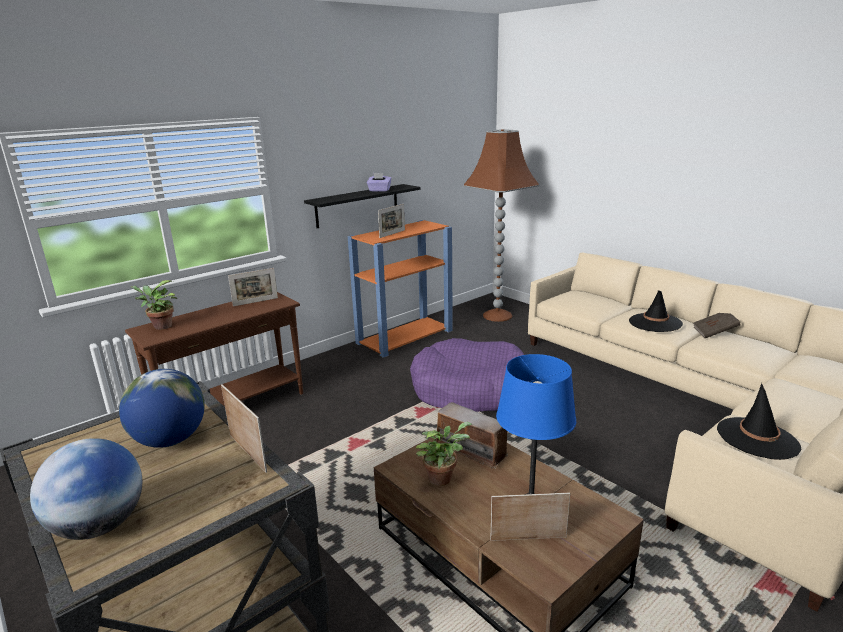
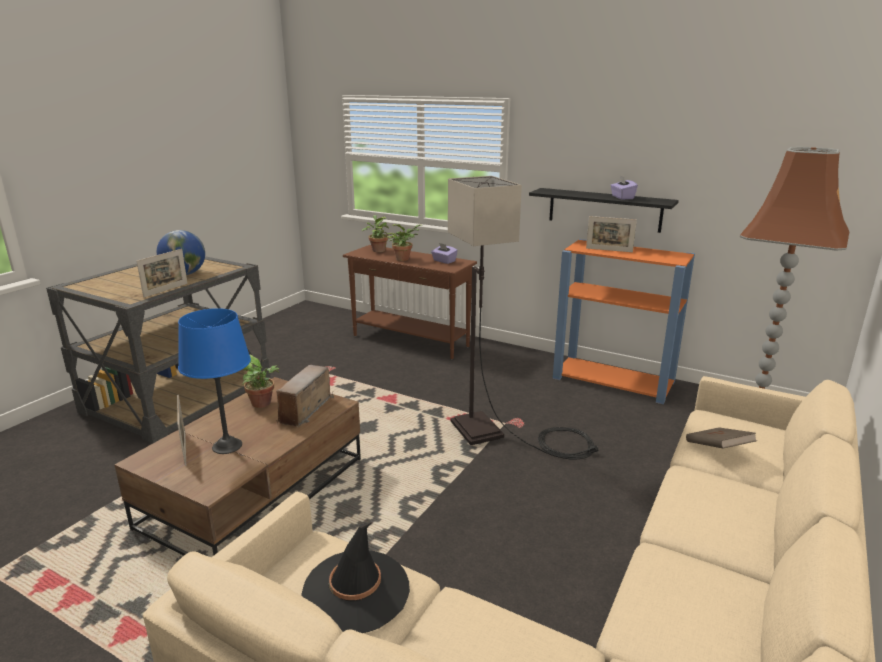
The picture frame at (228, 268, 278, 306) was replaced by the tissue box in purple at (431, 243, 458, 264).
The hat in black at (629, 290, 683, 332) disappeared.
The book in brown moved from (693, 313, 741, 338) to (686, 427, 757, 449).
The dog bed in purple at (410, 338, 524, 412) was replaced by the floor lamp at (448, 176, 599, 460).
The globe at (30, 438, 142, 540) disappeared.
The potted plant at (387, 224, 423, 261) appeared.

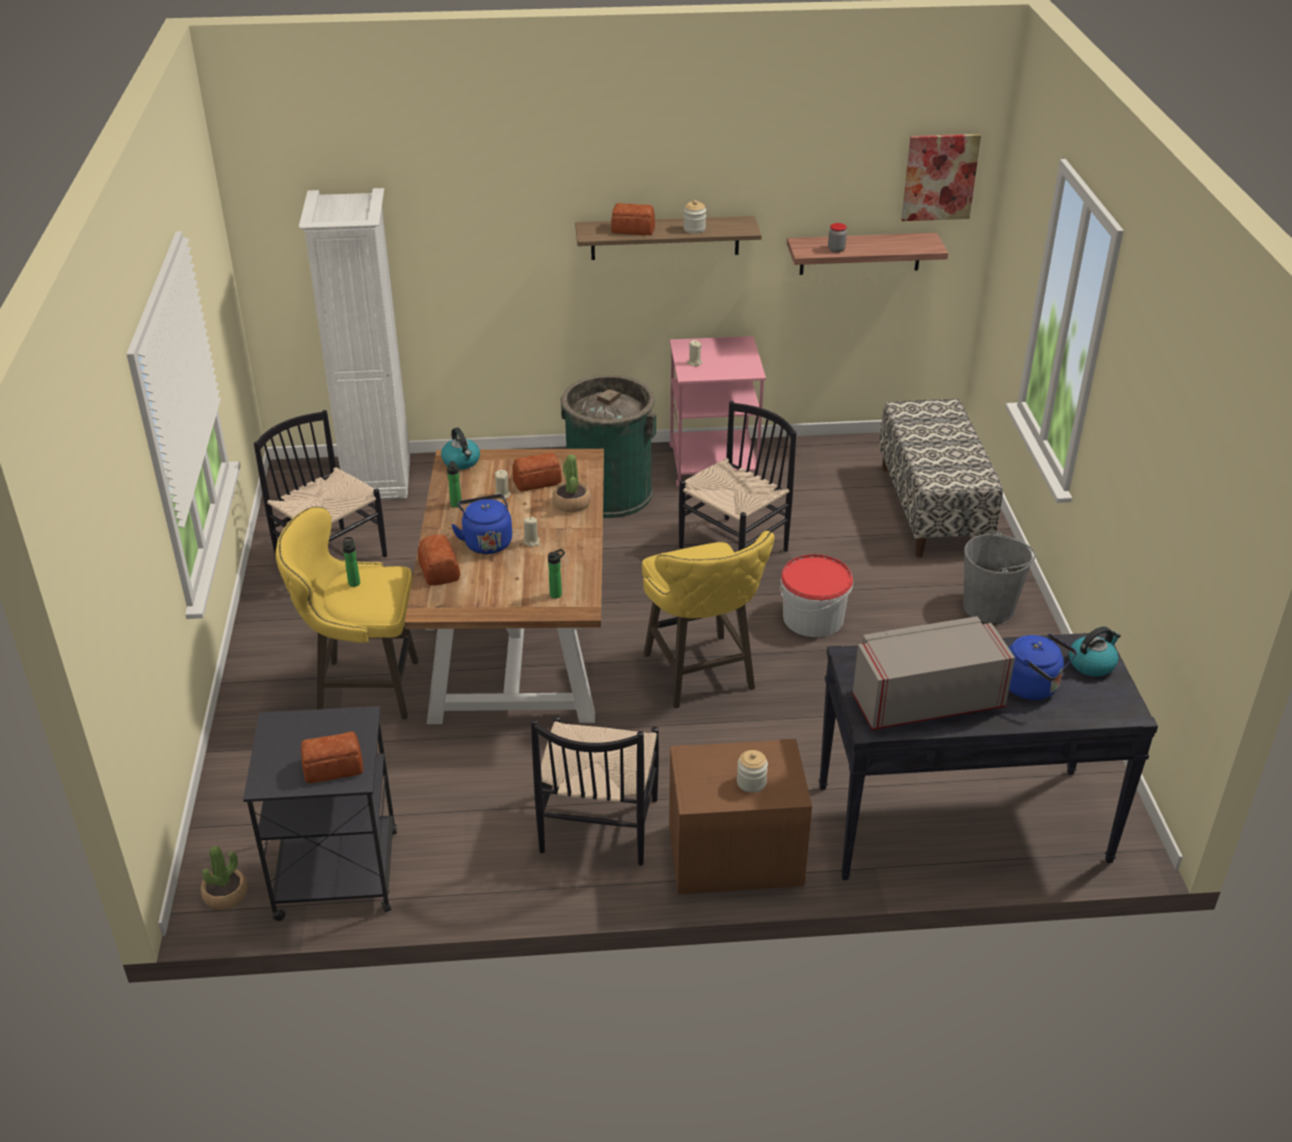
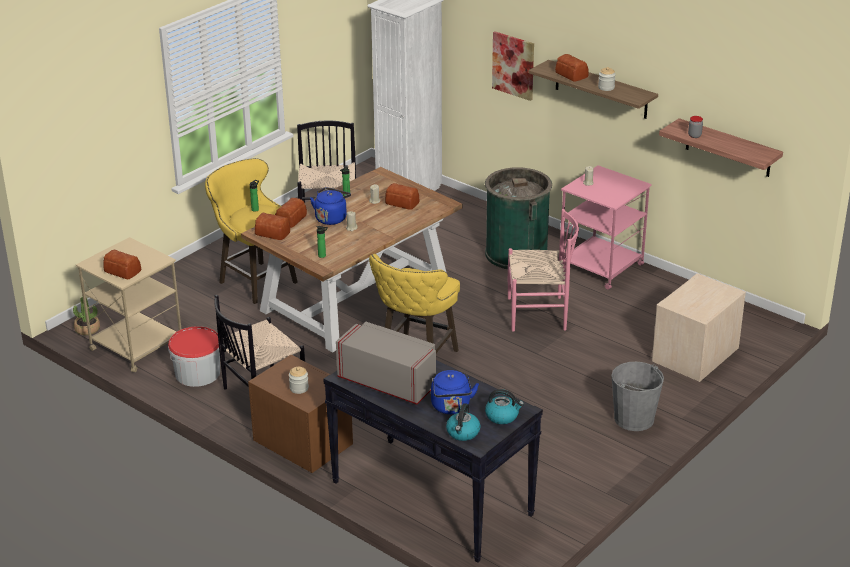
The picture moved from (901, 134, 981, 221) to (492, 31, 534, 101).
The bench at (879, 399, 1003, 558) was replaced by the nightstand in beige at (652, 273, 746, 382).
The chair in black at (679, 401, 797, 552) became the chair in pink at (508, 209, 579, 332).
The kettle moved from (441, 427, 480, 470) to (446, 403, 481, 441).
The potted plant at (552, 454, 591, 512) disappeared.
The bucket moved from (780, 554, 853, 637) to (168, 326, 220, 387).
The cart in black at (243, 706, 397, 921) became the cart in beige at (76, 237, 182, 372).
The bread at (255, 213, 290, 240) appeared.

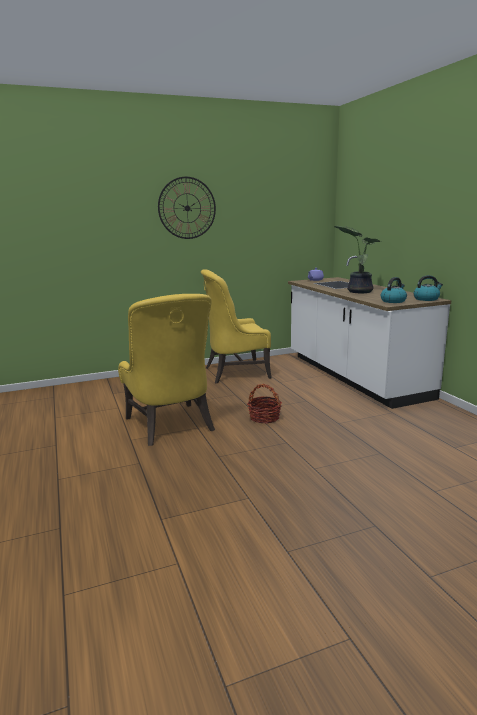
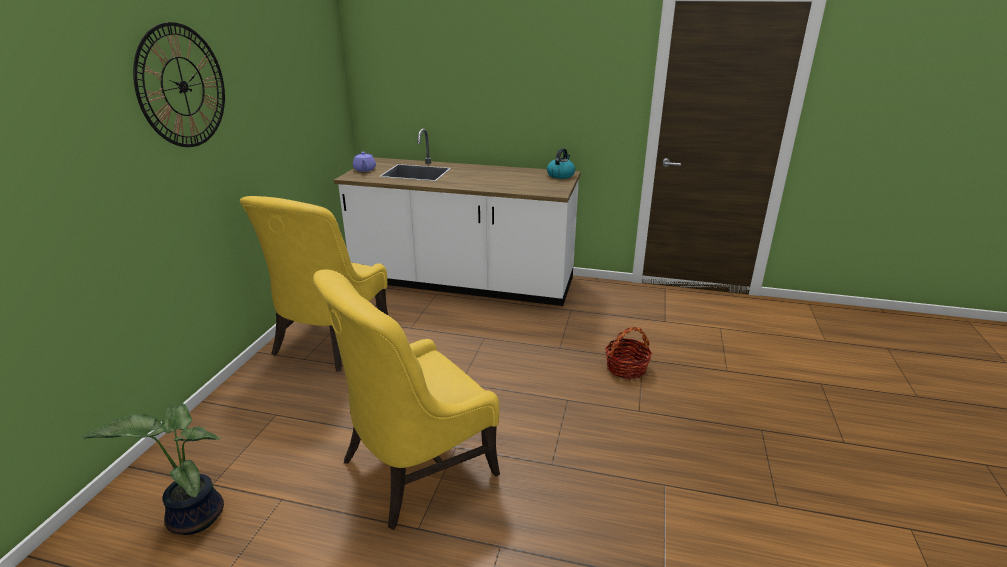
The potted plant moved from (334, 226, 381, 293) to (81, 403, 224, 535).
The kettle at (381, 277, 407, 303) disappeared.
The chair in yellow at (118, 294, 215, 446) turned 135 degrees clockwise.
The basket moved from (247, 384, 282, 424) to (605, 327, 652, 379).

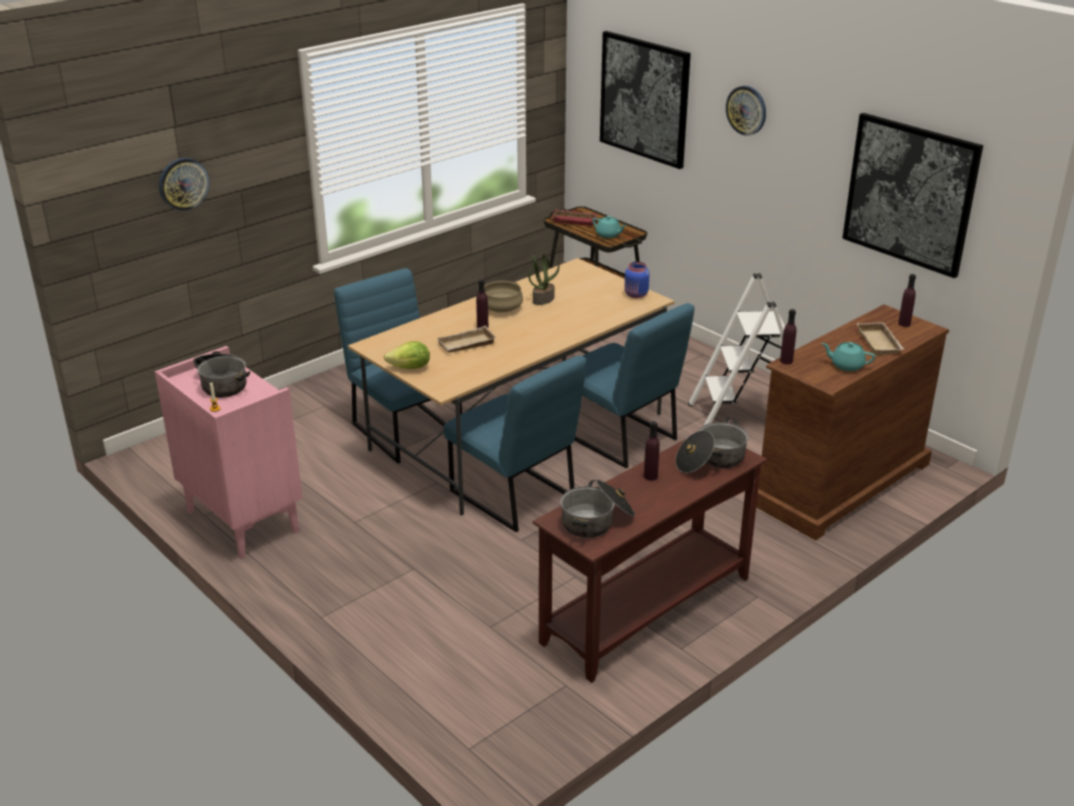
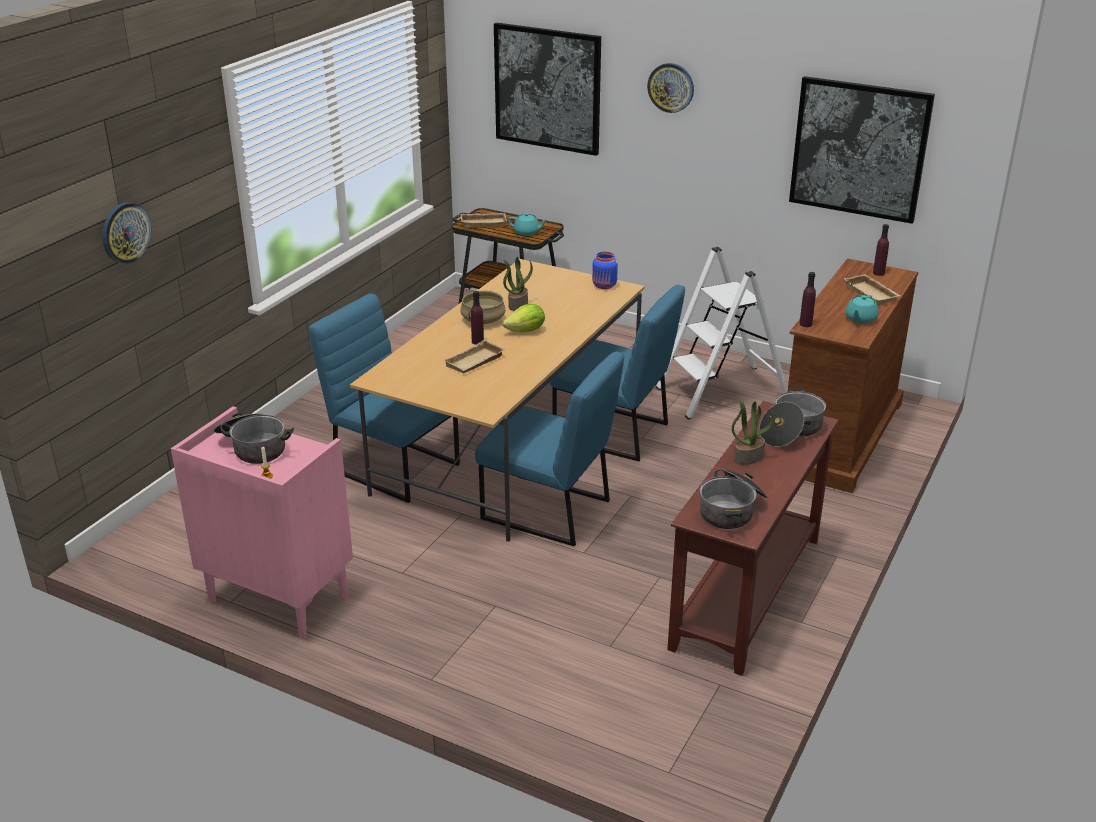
The tray in red at (551, 209, 597, 226) became the tray in beige at (460, 213, 507, 227).
The lettuce moved from (384, 341, 430, 369) to (502, 304, 545, 332).
The teapot in turquoise at (822, 342, 875, 371) turned 60 degrees counterclockwise.
The bottle in purple at (644, 421, 660, 481) was replaced by the potted plant at (732, 400, 774, 465).

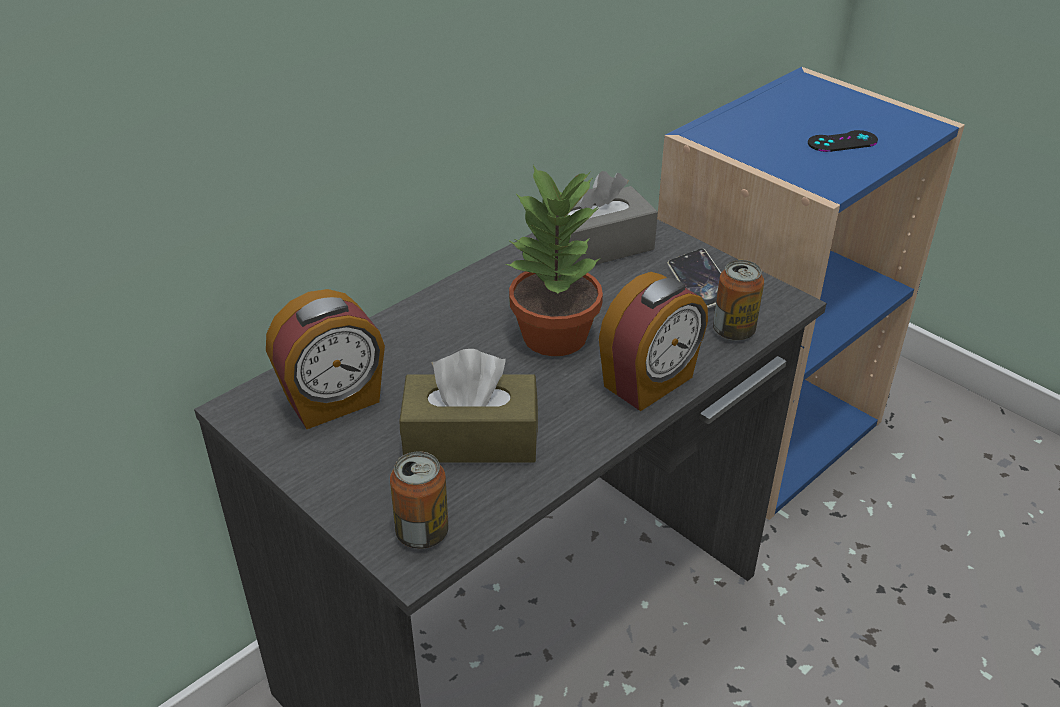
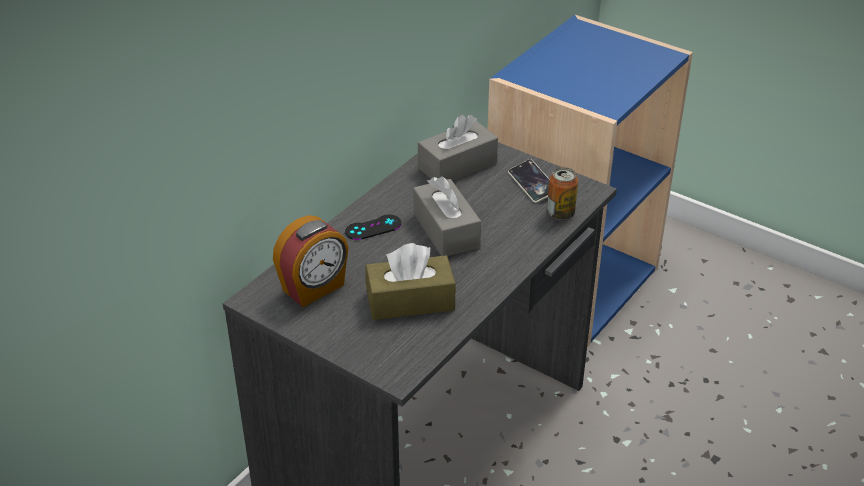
The game controller in black moved from (808, 130, 878, 152) to (345, 215, 401, 240).
The potted plant at (505, 165, 603, 356) was replaced by the tissue box in grey at (413, 177, 481, 256).
The alarm clock at (599, 272, 708, 411) disappeared.
The can at (390, 452, 449, 549) disappeared.

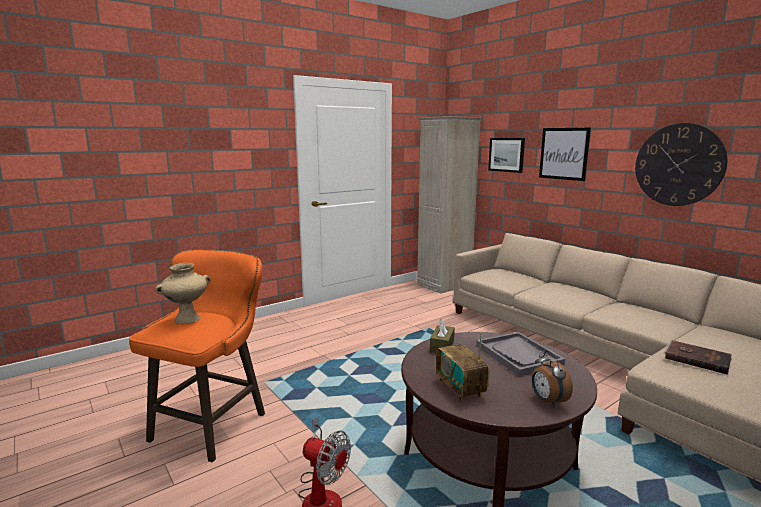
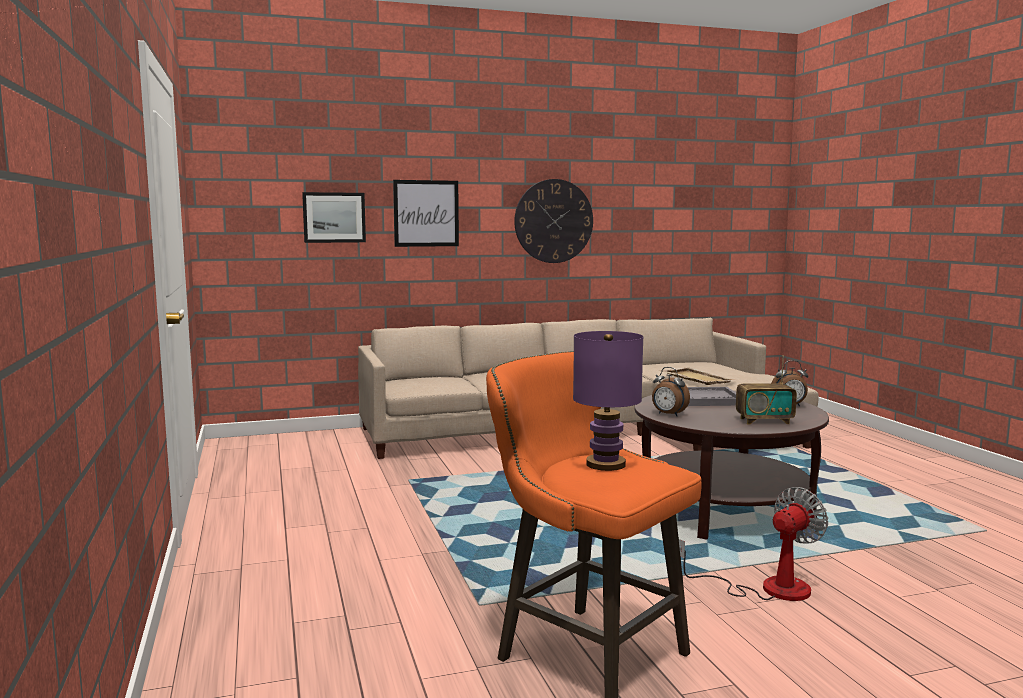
The cabinet in beige at (417, 116, 482, 293) disappeared.
The vase in beige at (155, 263, 211, 324) was replaced by the table lamp in purple at (573, 331, 643, 471).
The tissue box in brown at (430, 319, 455, 353) was replaced by the alarm clock at (652, 367, 690, 416).
The book in brown at (664, 340, 732, 375) was replaced by the tray in beige at (658, 367, 737, 385).

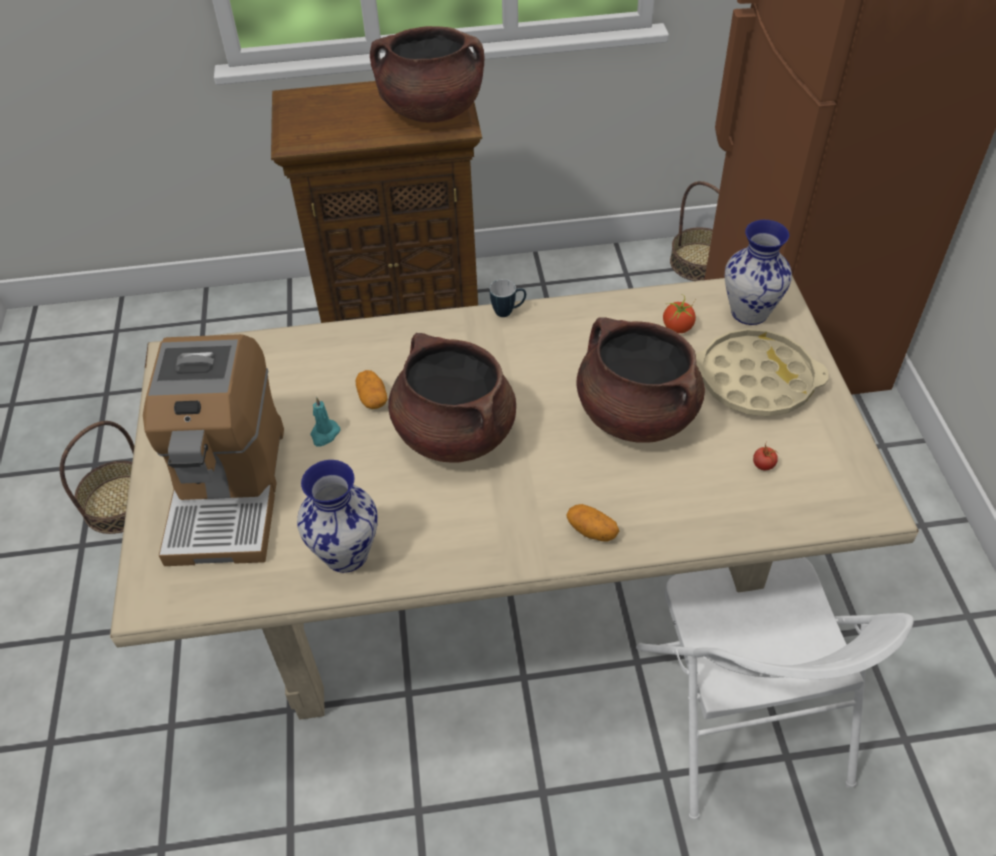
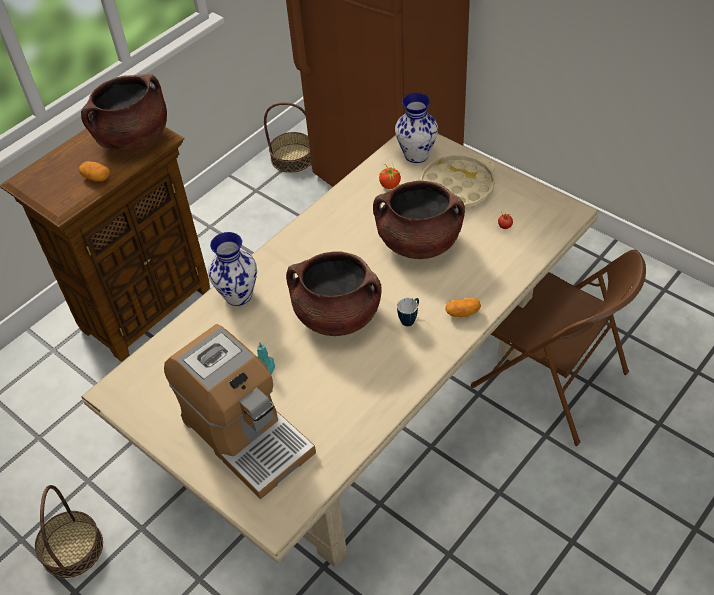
The mug moved from (490, 279, 526, 317) to (397, 298, 419, 326).
The potato moved from (356, 370, 387, 409) to (79, 161, 110, 181).
The vase moved from (297, 460, 378, 573) to (208, 232, 257, 306).
The chair in white at (636, 557, 914, 820) became the chair in brown at (471, 250, 646, 446).

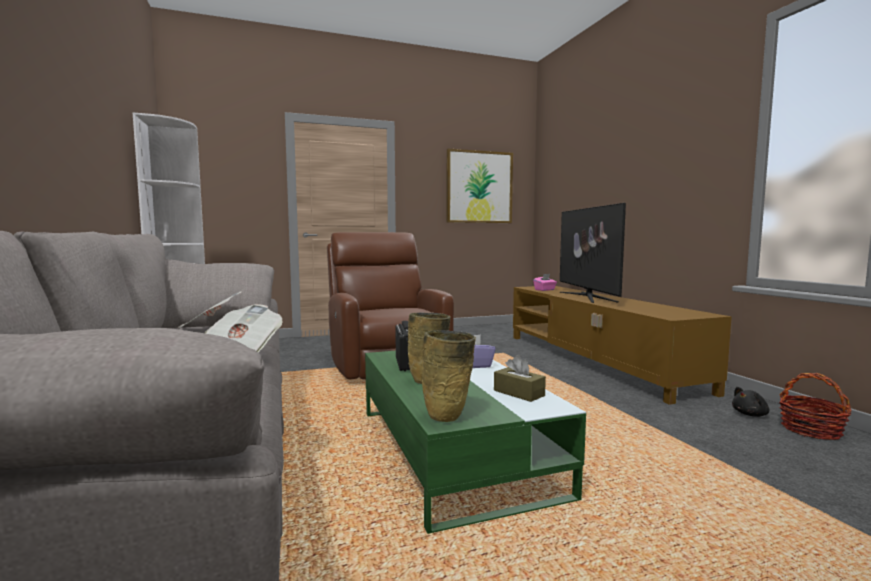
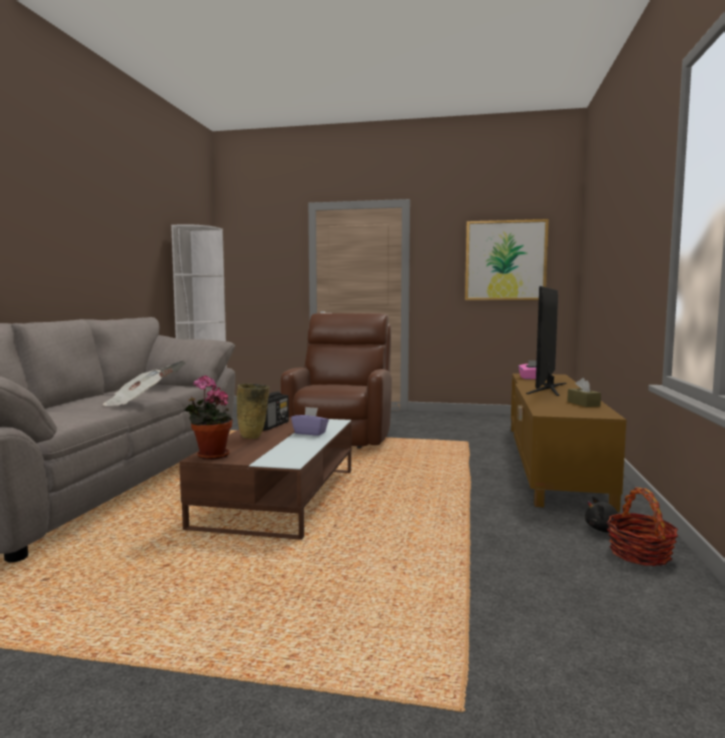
The vase in beige at (422, 330, 476, 422) was replaced by the potted plant at (184, 375, 232, 460).
The coffee table in green at (365, 351, 586, 534) became the coffee table in brown at (179, 417, 351, 540).
The tissue box in brown moved from (494, 355, 546, 402) to (567, 378, 601, 407).

